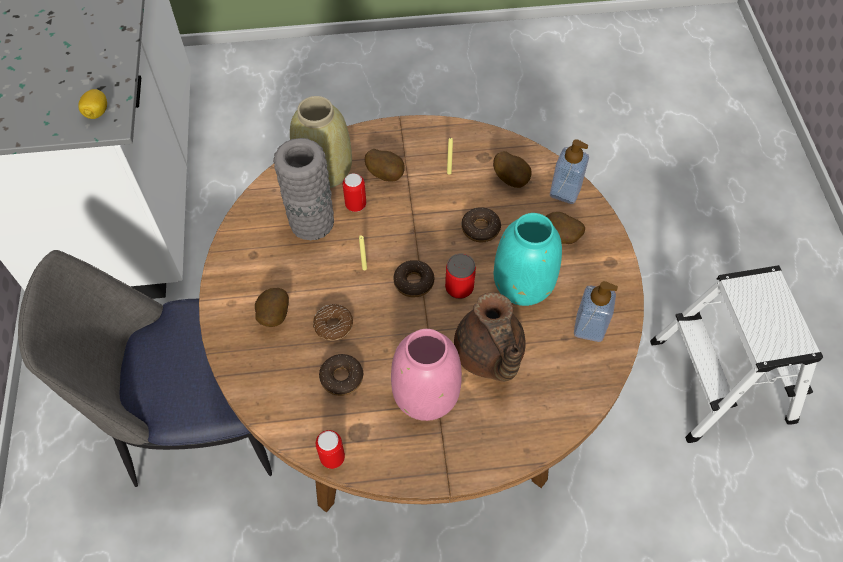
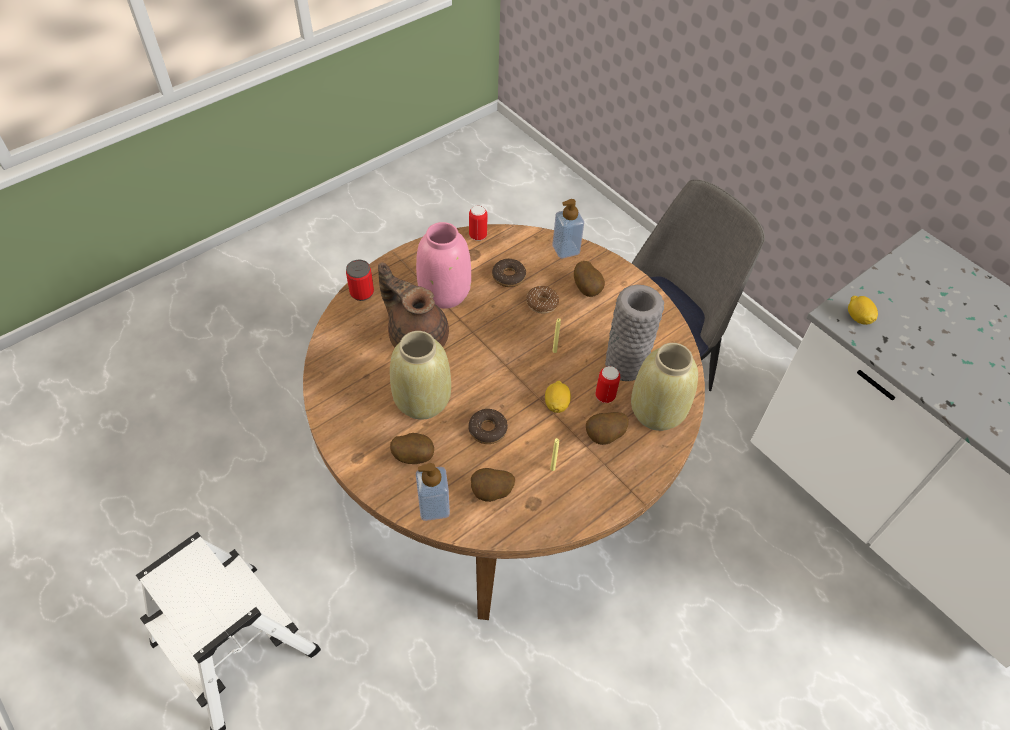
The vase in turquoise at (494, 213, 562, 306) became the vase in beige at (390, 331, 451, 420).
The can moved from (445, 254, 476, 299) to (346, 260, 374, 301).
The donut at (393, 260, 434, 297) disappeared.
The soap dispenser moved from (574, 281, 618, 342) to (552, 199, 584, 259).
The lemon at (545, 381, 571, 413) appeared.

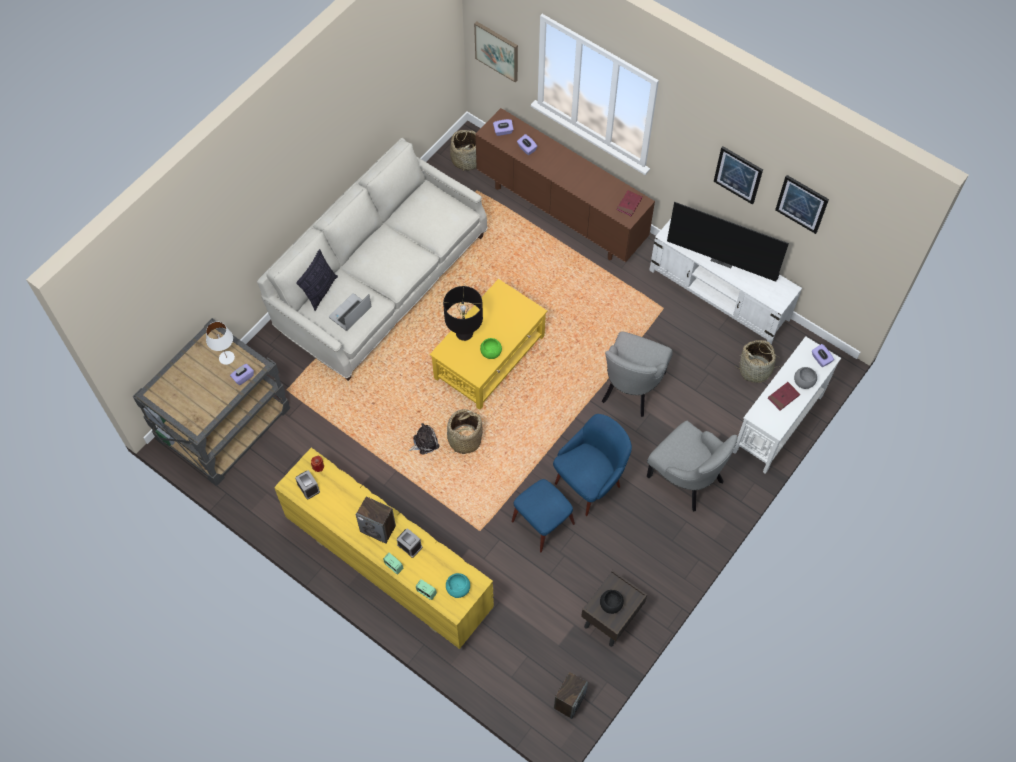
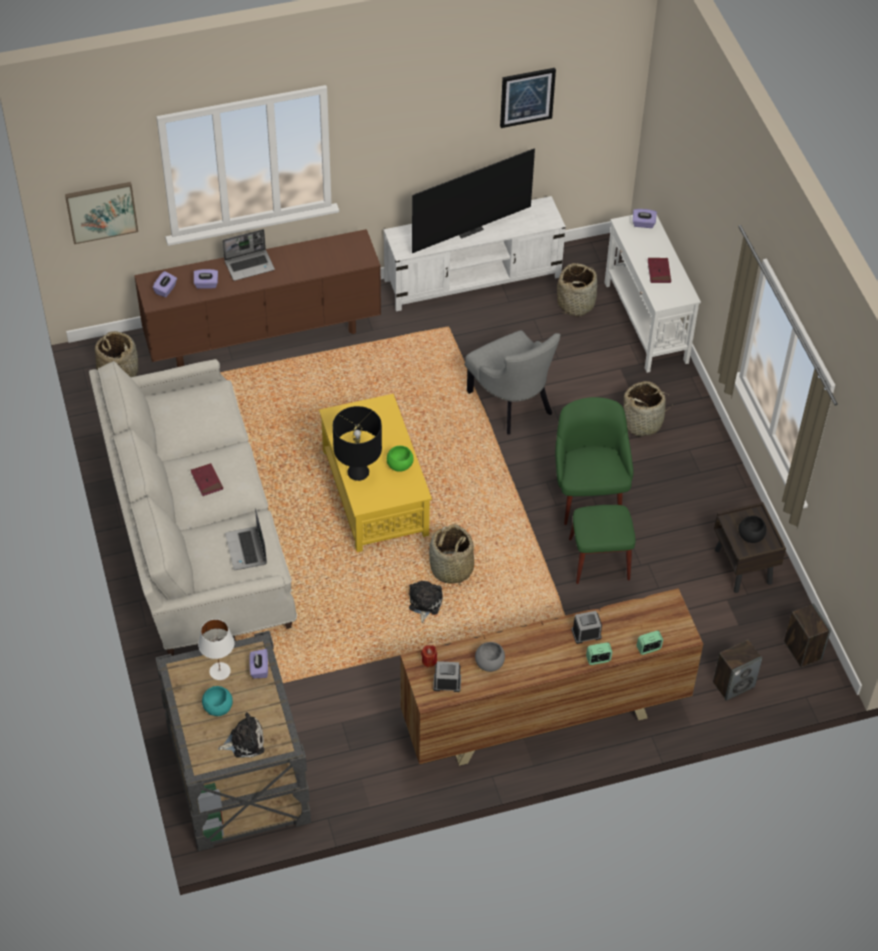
The picture at (714, 146, 763, 205) disappeared.
The book in red moved from (616, 190, 643, 216) to (191, 463, 223, 496).
The pillow at (296, 249, 338, 311) disappeared.
The bowl in grey moved from (794, 367, 817, 389) to (475, 642, 505, 672).
The armchair in blue at (512, 414, 632, 552) became the armchair in green at (555, 397, 635, 584).
The armchair in grey at (647, 421, 737, 512) was replaced by the basket at (624, 381, 674, 436).
The cabinet in yellow at (274, 448, 494, 649) became the cabinet in brown at (400, 588, 703, 766).
The speaker moved from (356, 496, 396, 544) to (713, 640, 762, 701).
The bowl in turquoise moved from (446, 573, 470, 598) to (202, 686, 233, 716).
The laptop at (222, 229, 275, 281) appeared.
The plush toy at (218, 712, 264, 758) appeared.

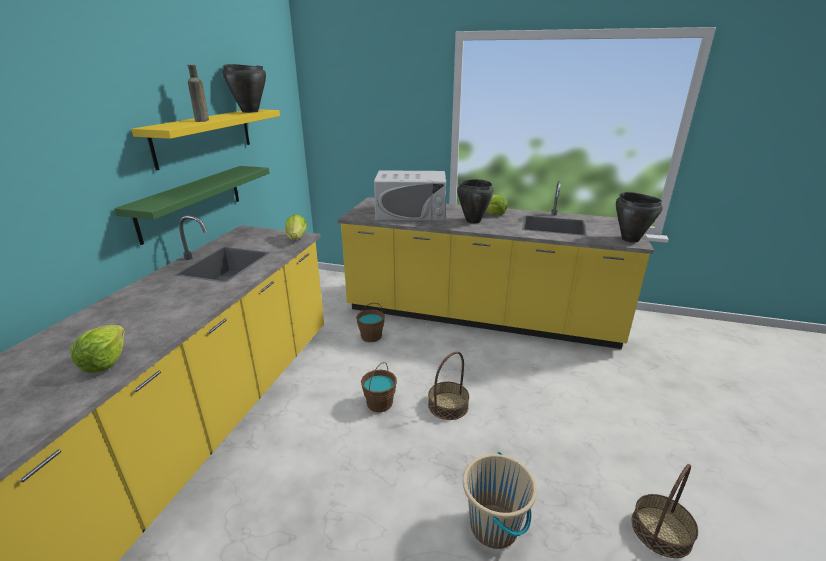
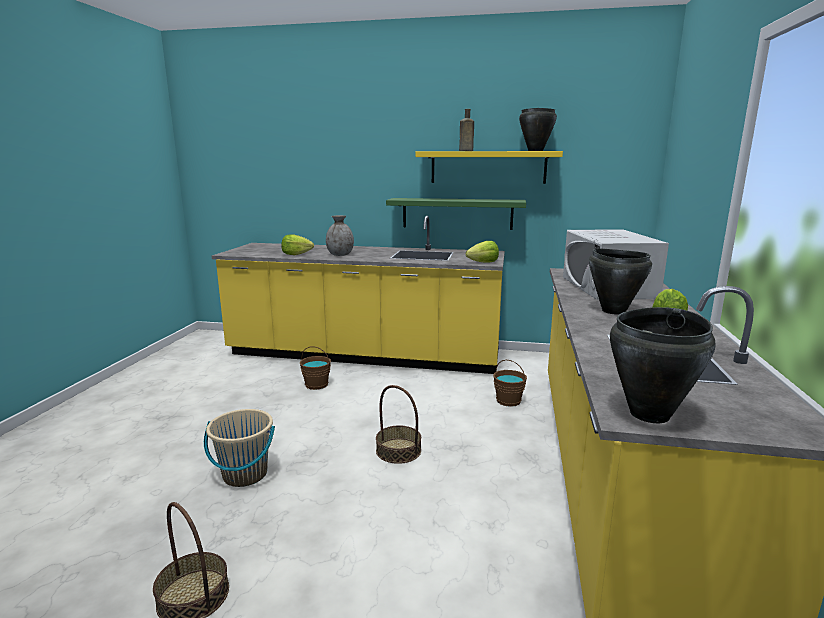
The bucket in brown moved from (361, 362, 397, 412) to (300, 346, 331, 390).
The vase in grey at (326, 215, 354, 256) appeared.

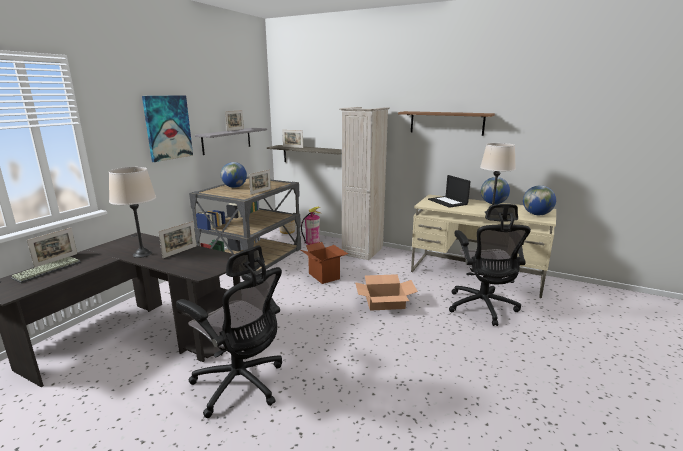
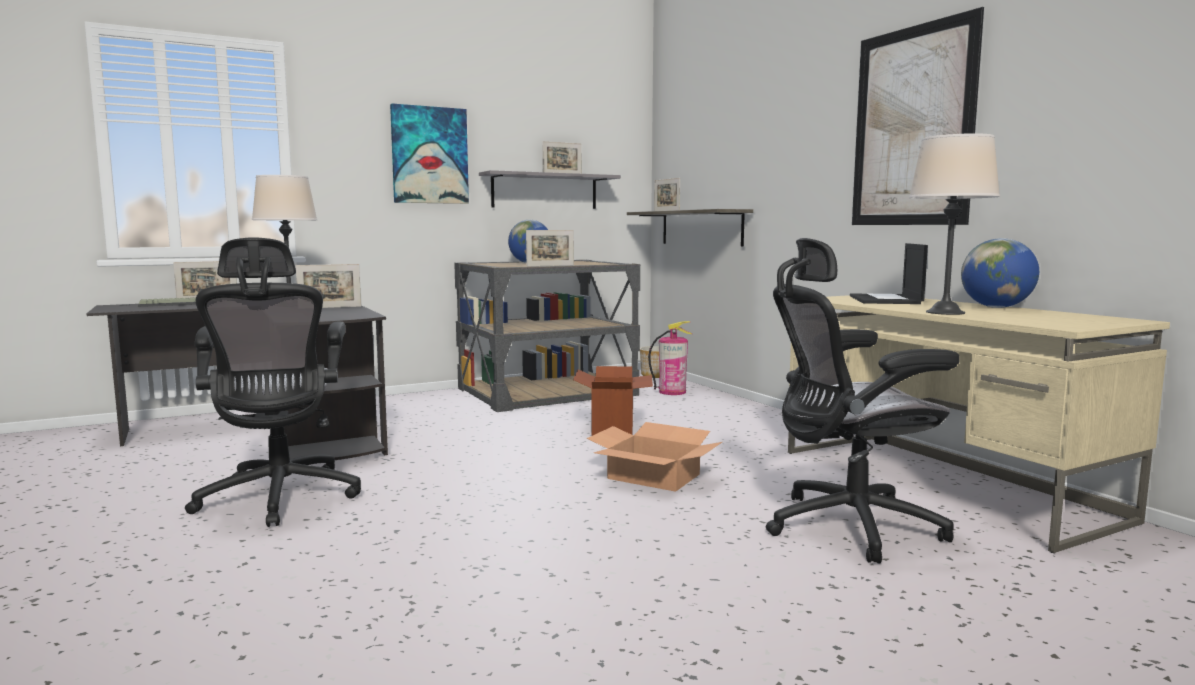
The cabinet in beige at (339, 107, 390, 260) disappeared.
The shelf in brown at (398, 111, 495, 136) was replaced by the picture at (852, 7, 984, 225).
The globe at (523, 185, 556, 215) disappeared.
The office chair at (449, 204, 531, 326) turned 45 degrees clockwise.

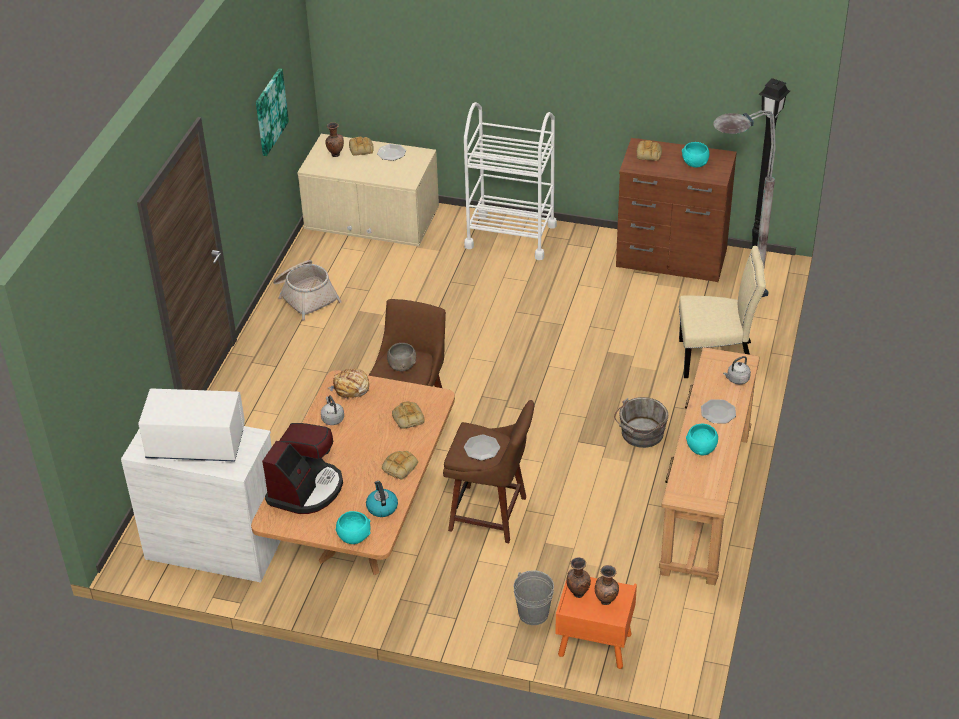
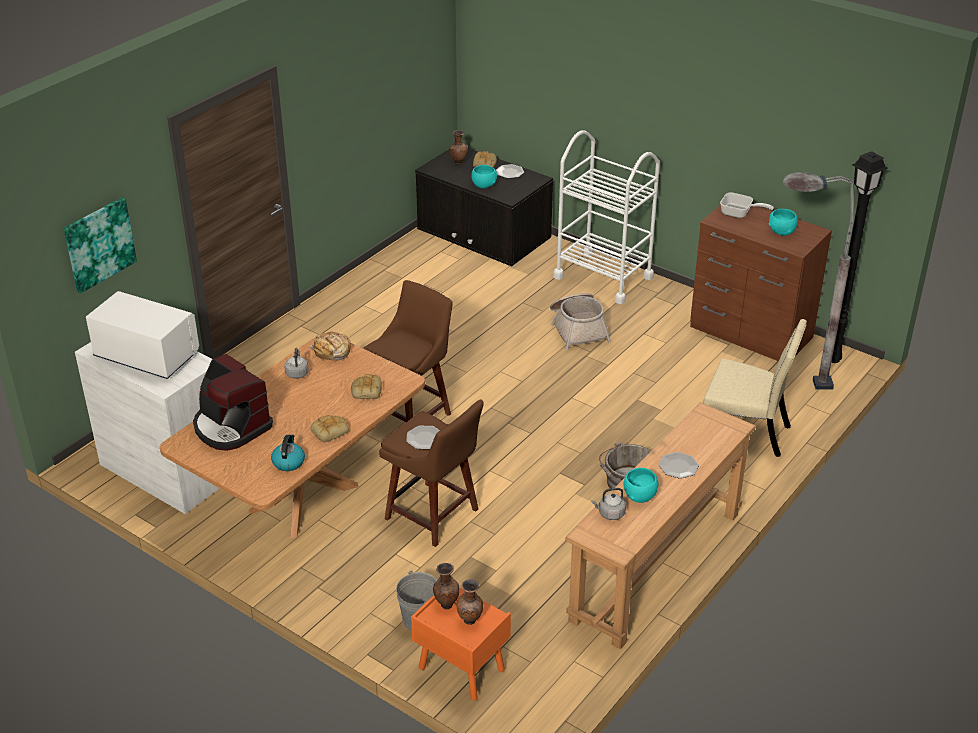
The picture moved from (256, 68, 289, 156) to (64, 197, 137, 293).
The cabinet in beige at (297, 134, 439, 247) became the cabinet in black at (415, 148, 553, 266).
The bread at (637, 141, 662, 161) was replaced by the frying pan at (720, 192, 774, 218).
The basket moved from (273, 260, 342, 321) to (550, 293, 611, 350).
The bowl in grey at (387, 343, 416, 371) disappeared.
The kettle in grey moved from (723, 356, 751, 384) to (591, 488, 626, 520).
The coffee machine at (262, 423, 343, 514) turned 90 degrees clockwise.
The bowl in turquoise moved from (336, 511, 371, 544) to (471, 165, 498, 188).

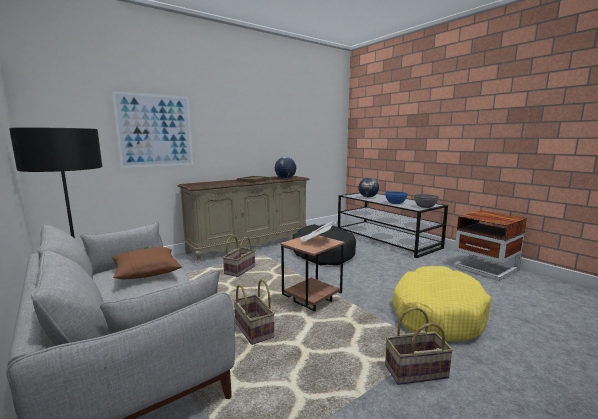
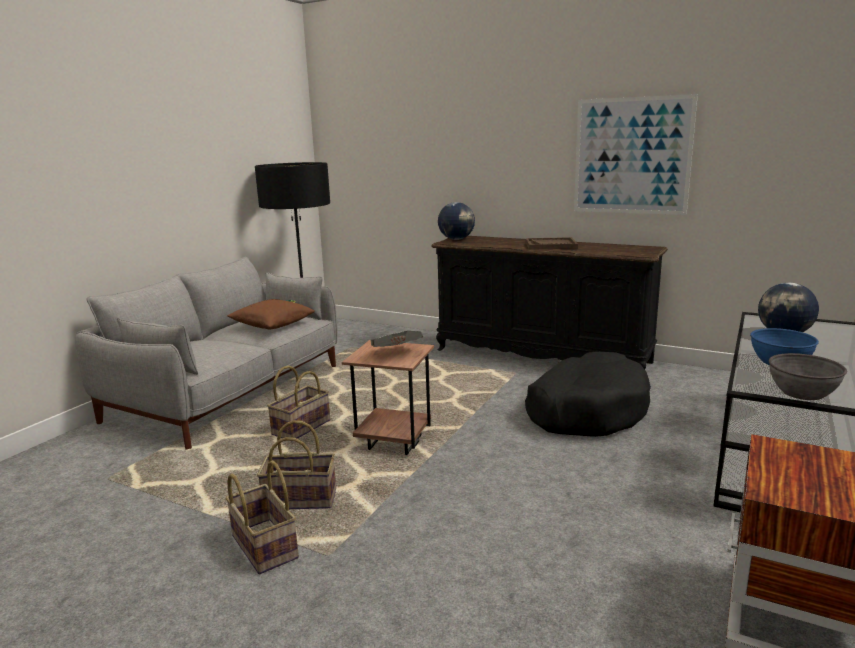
The picture moved from (112, 91, 193, 168) to (574, 94, 698, 215).
The globe moved from (275, 157, 296, 179) to (438, 202, 475, 240).
The cabinet in beige at (178, 176, 309, 263) became the cabinet in black at (431, 236, 668, 369).
The basket moved from (223, 235, 255, 277) to (257, 420, 336, 509).
The dog bed in yellow at (392, 266, 491, 341) disappeared.

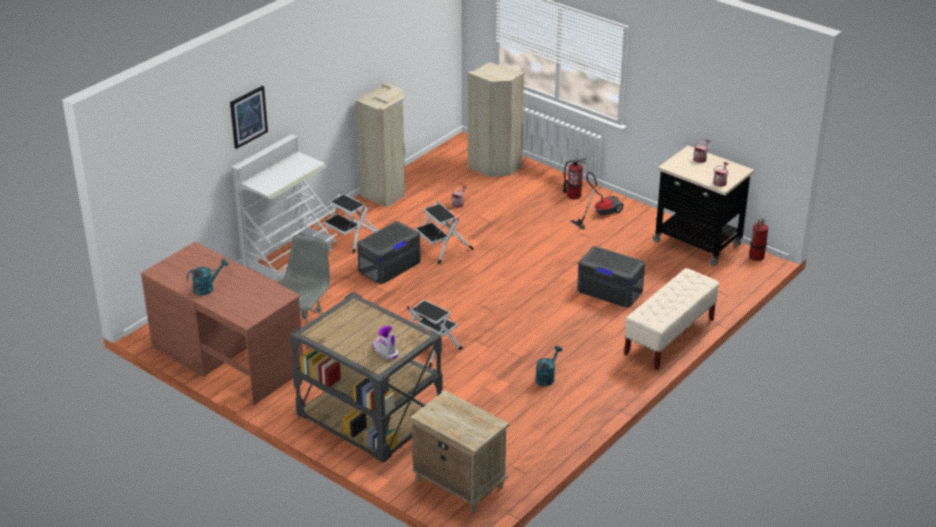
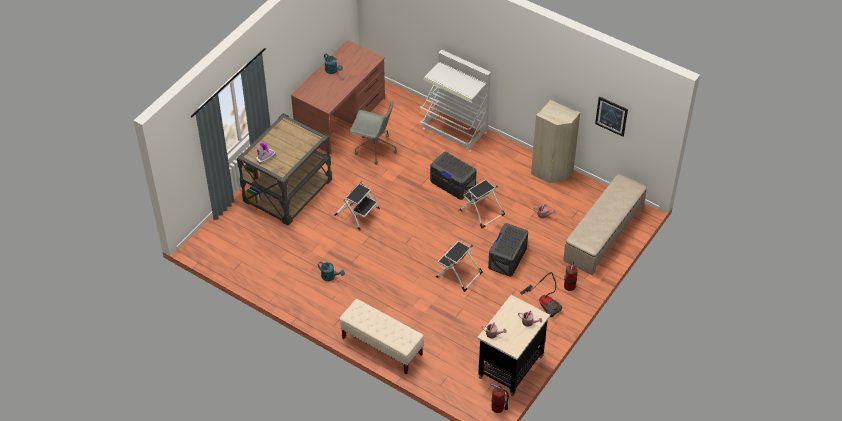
The cabinet in beige at (468, 62, 524, 177) was replaced by the bench in beige at (563, 174, 647, 275).
The picture moved from (230, 86, 268, 149) to (595, 97, 628, 136).
The step ladder moved from (323, 192, 378, 254) to (436, 241, 483, 292).
The storage box in grey moved from (577, 246, 645, 308) to (488, 223, 528, 277).
The nightstand in beige at (410, 391, 509, 513) disappeared.

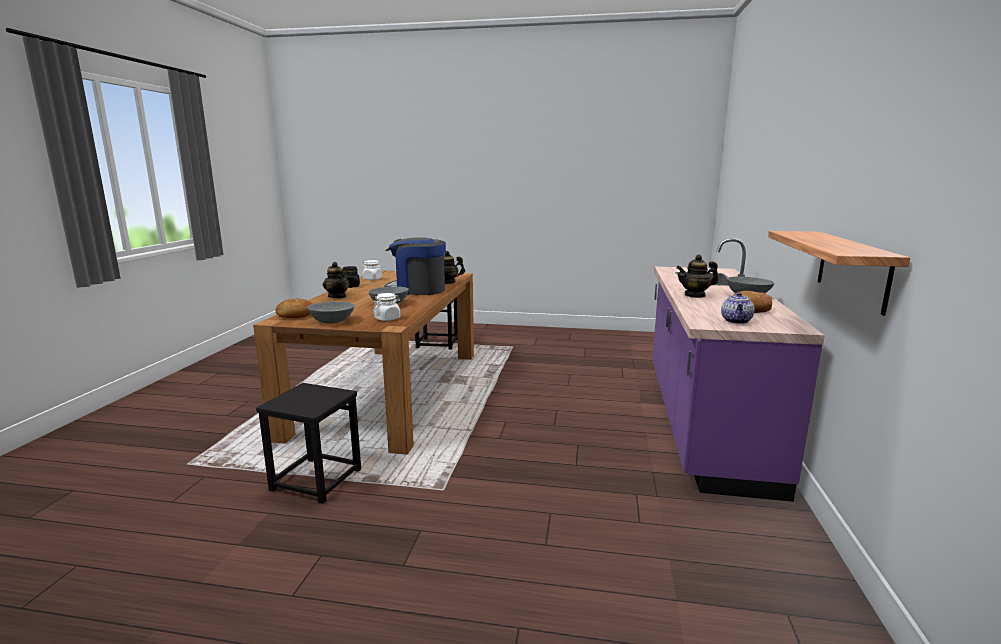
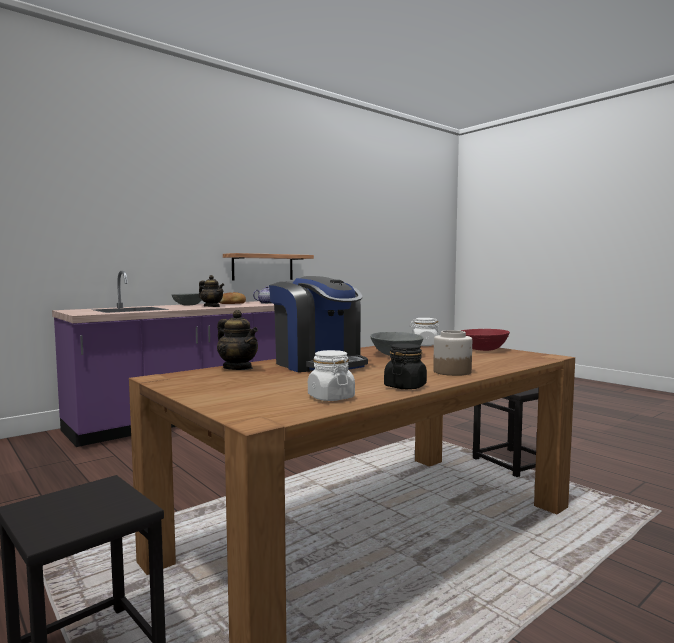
The teapot at (323, 262, 350, 298) was replaced by the jar at (433, 330, 472, 376).
The bread at (275, 298, 312, 318) disappeared.
The bowl in grey at (307, 302, 354, 323) became the bowl in red at (461, 329, 510, 351).

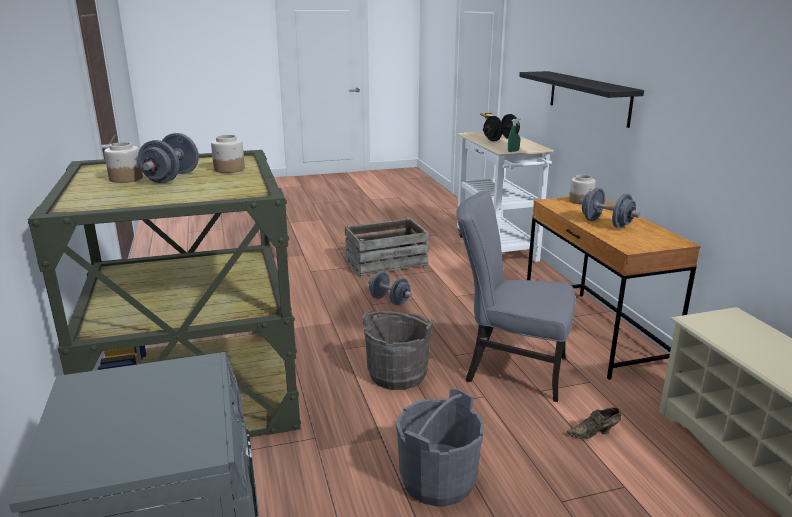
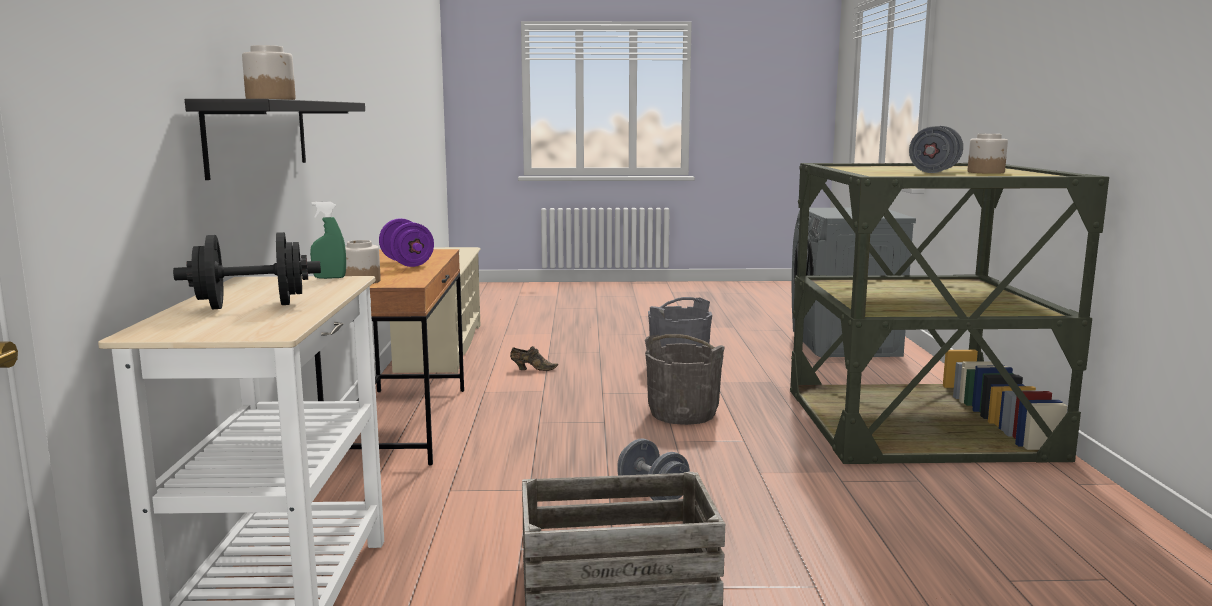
The jar moved from (211, 135, 245, 173) to (242, 45, 295, 100).
The dumbbell in grey at (579, 188, 640, 228) became the dumbbell in purple at (379, 218, 434, 267).
The chair in grey at (456, 191, 575, 402) disappeared.

